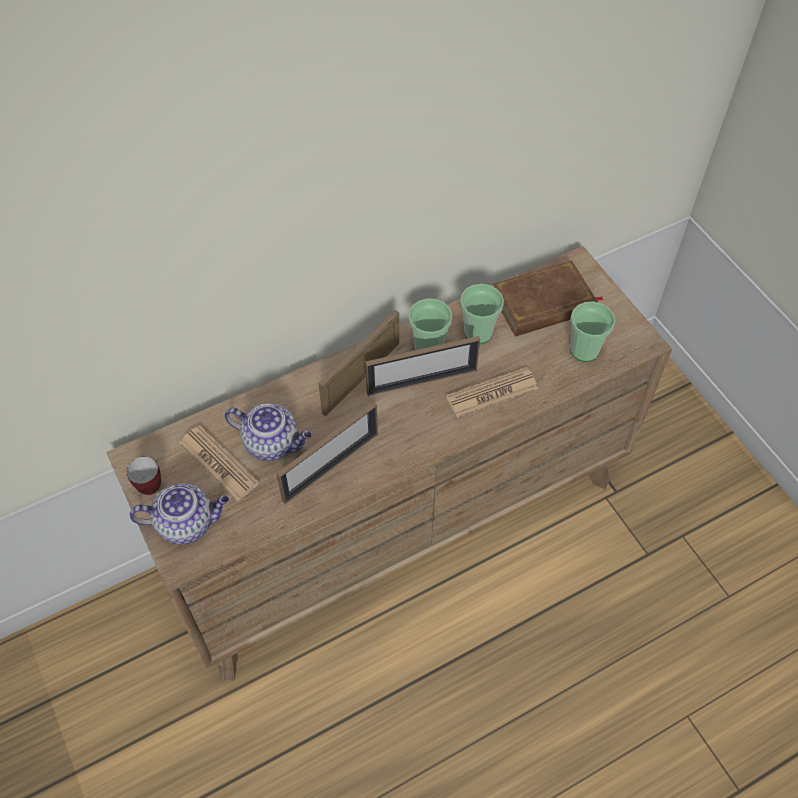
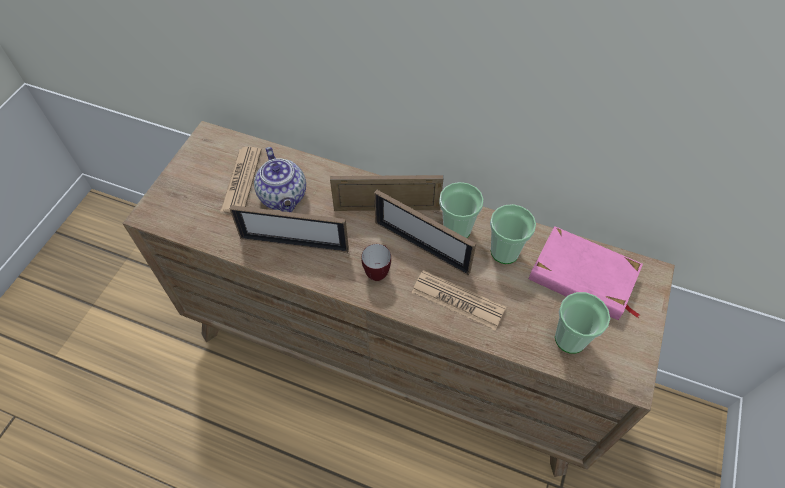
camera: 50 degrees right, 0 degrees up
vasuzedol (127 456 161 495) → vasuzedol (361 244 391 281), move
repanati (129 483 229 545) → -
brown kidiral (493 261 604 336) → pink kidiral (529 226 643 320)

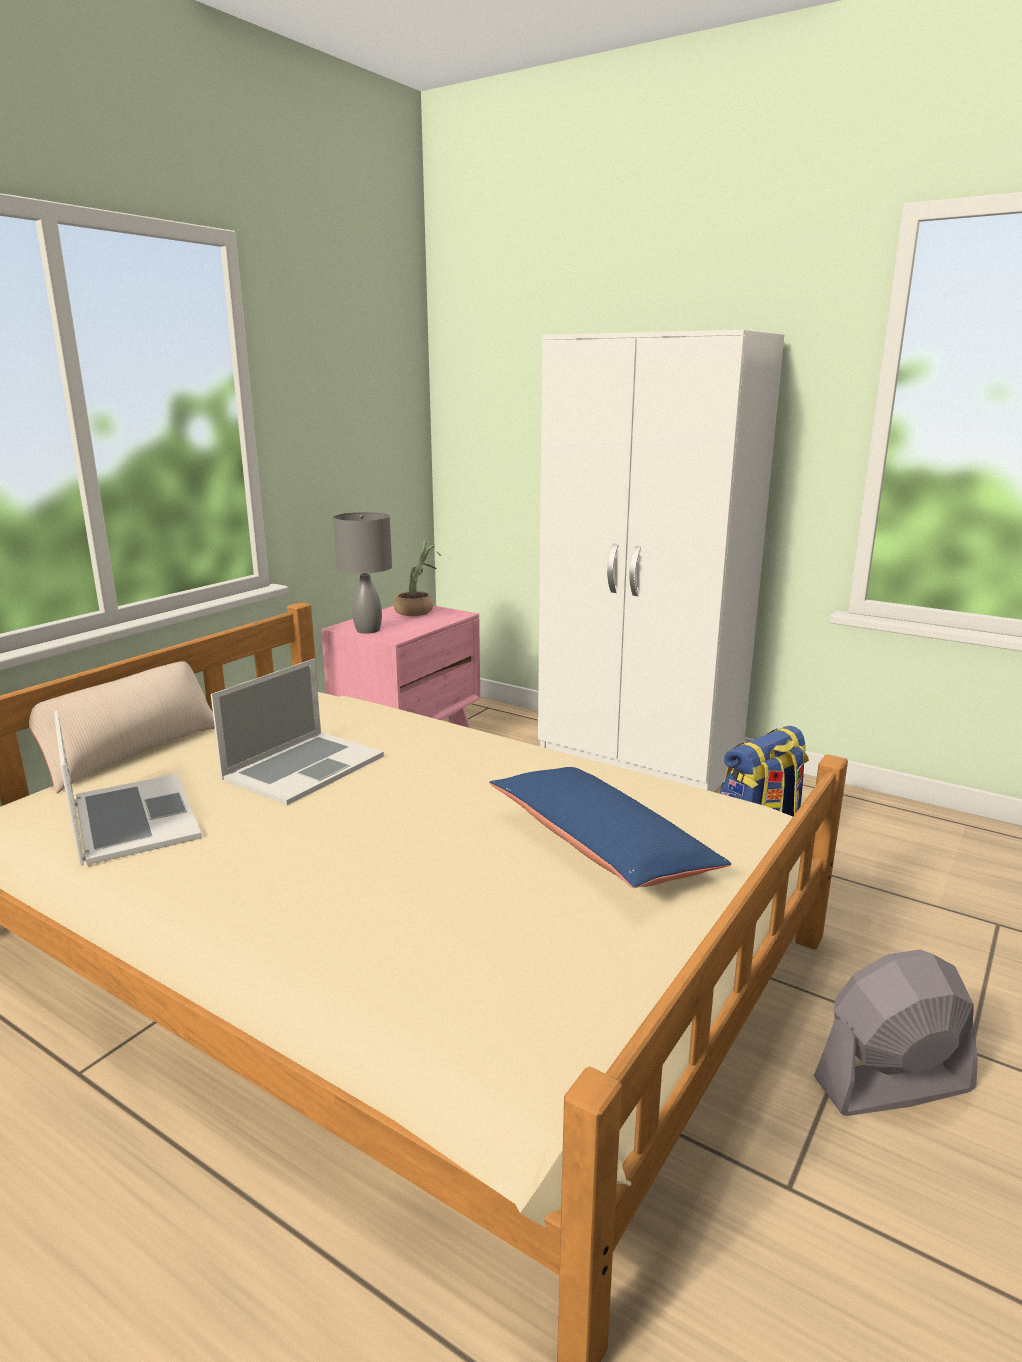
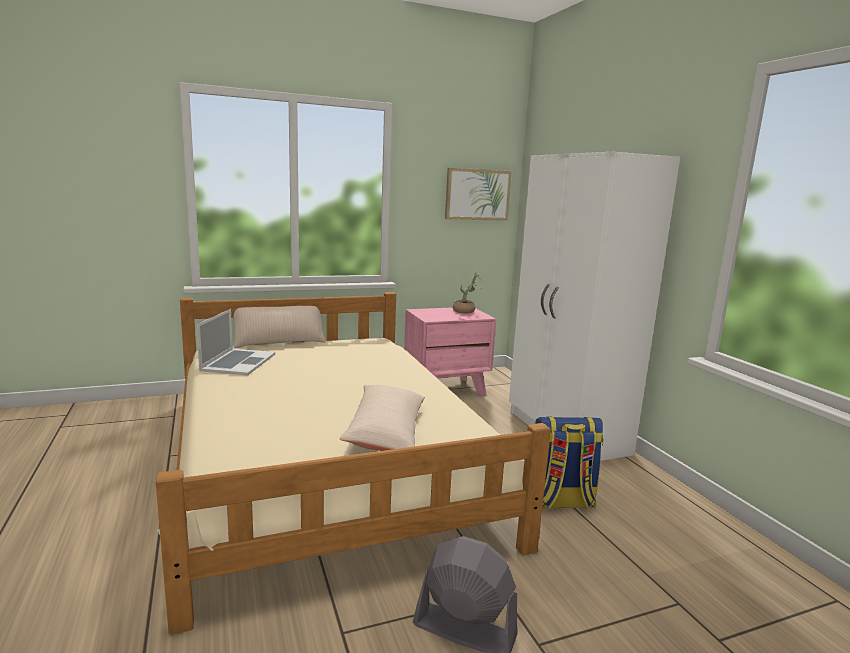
camera: 35 degrees right, 5 degrees down
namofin (211 658 384 805) → -
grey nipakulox (333 512 392 634) → -
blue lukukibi (489 767 731 888) → beige lukukibi (339 385 425 451)
- → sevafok (445 168 512 221)

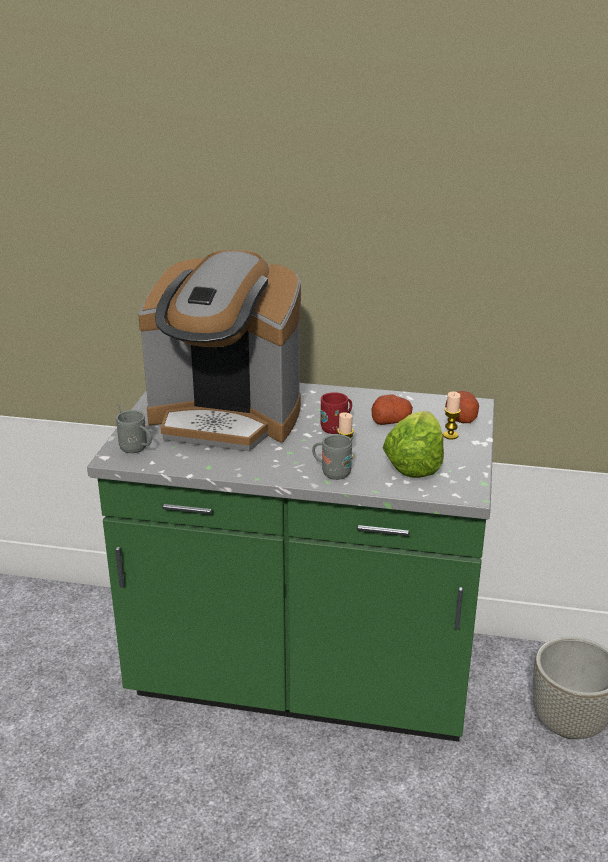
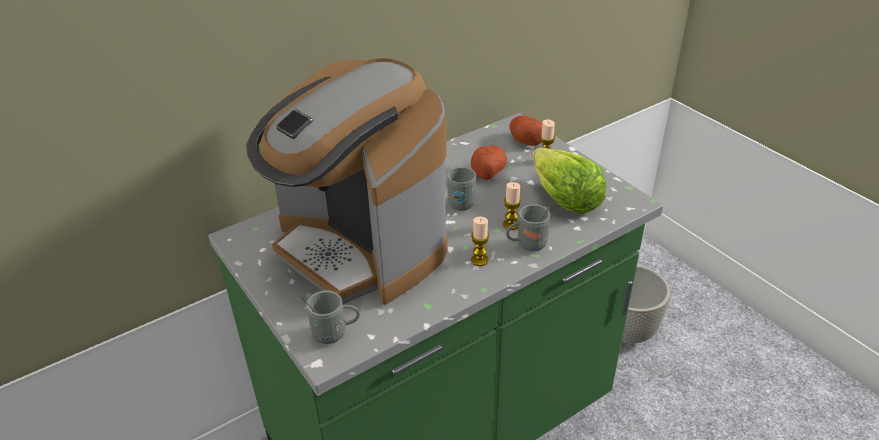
camera: 45 degrees left, 10 degrees up
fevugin (138 250 301 452) → fevugin (246 58 448 305), 75 degrees clockwise
red vasuzedol (321 392 352 434) → grey vasuzedol (447 167 476 211)
- → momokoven (471 217 489 266)

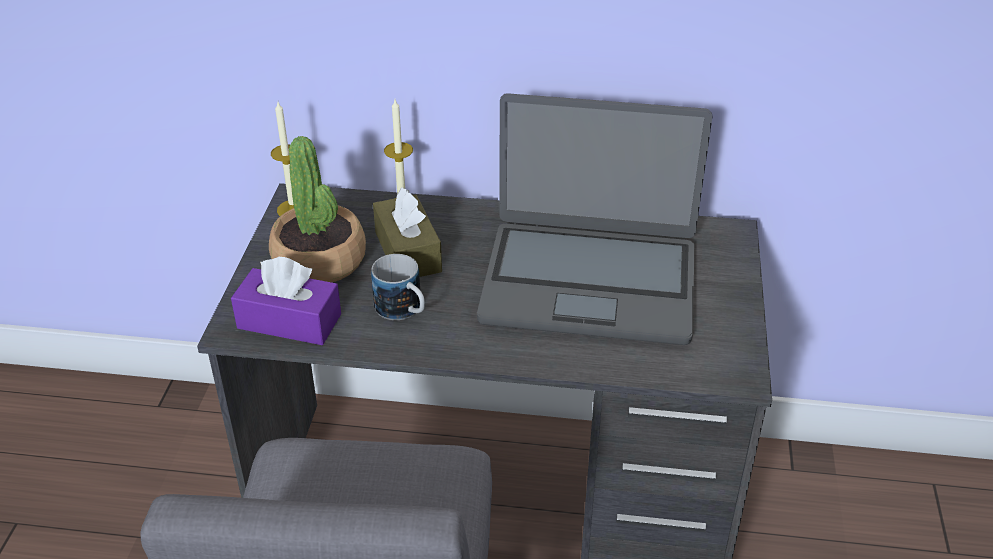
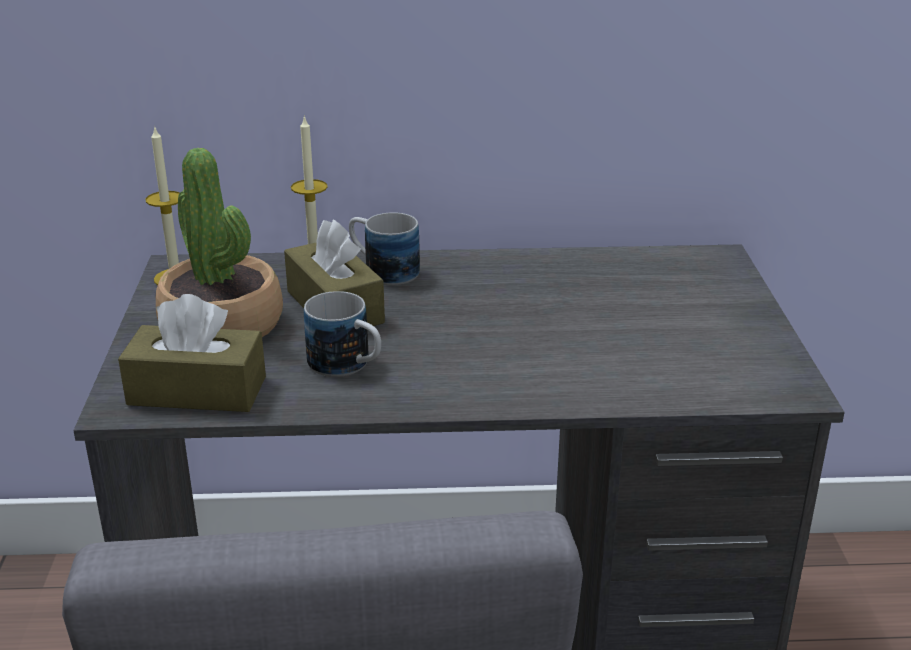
camera: 10 degrees left, 10 degrees down
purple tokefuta (231 257 341 345) → brown tokefuta (118 294 266 412)
namofin (477 93 712 345) → -
- → vasuzedol (349 212 420 285)

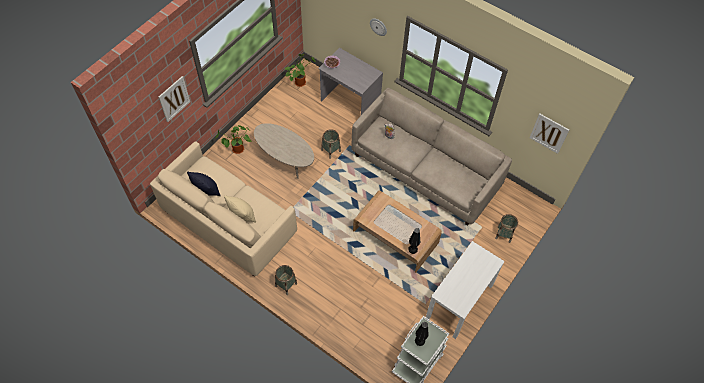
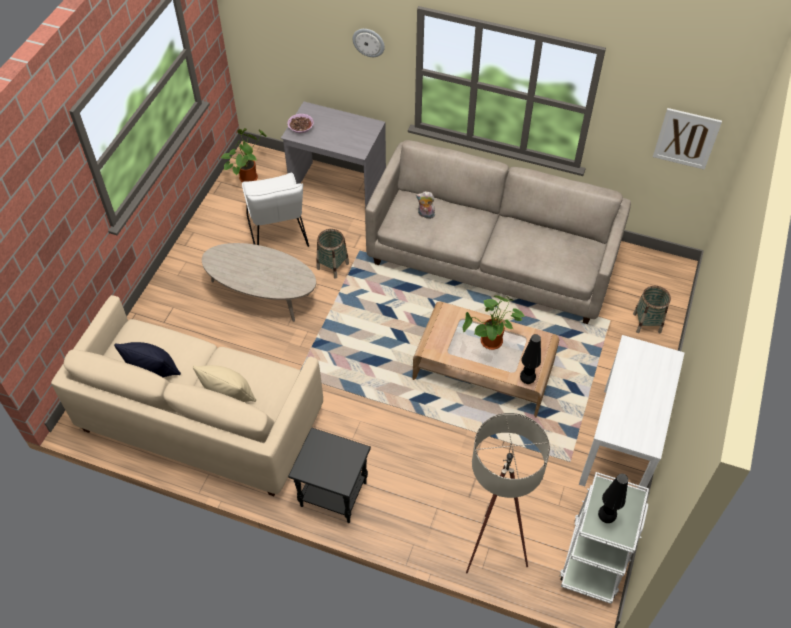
camera: 15 degrees left, 5 degrees down
sevafok (159 76 190 122) → -
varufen (215 125 252 154) → varufen (463 296 525 350), move
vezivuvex (275 265 297 295) → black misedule (288 427 371 523)
- → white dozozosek (242 173 309 247)
- → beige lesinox (466 413 550 573)

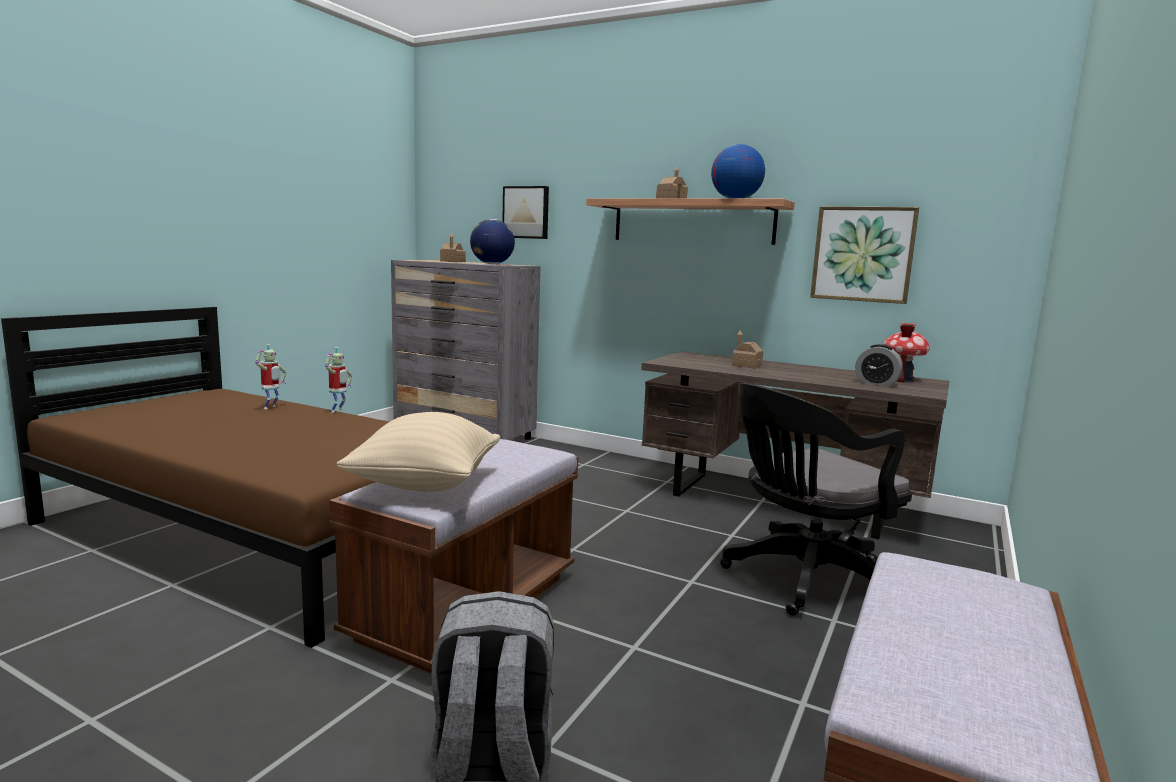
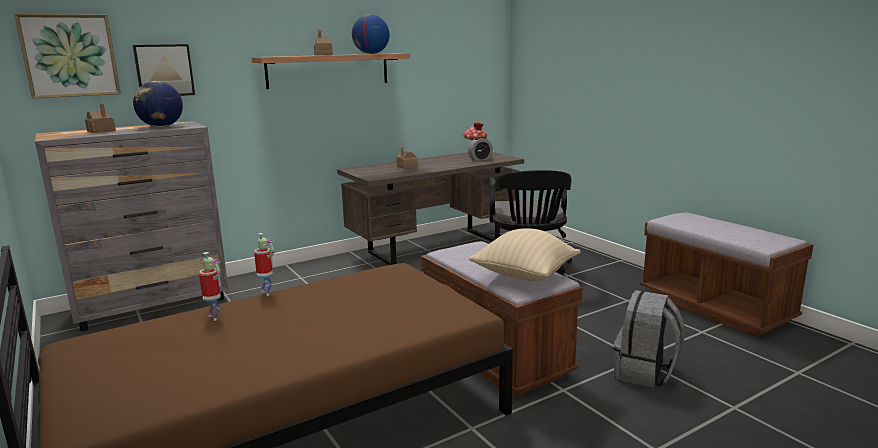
camera: 60 degrees left, 5 degrees up
sevafok (810 206 919 304) → sevafok (14 14 121 99), move

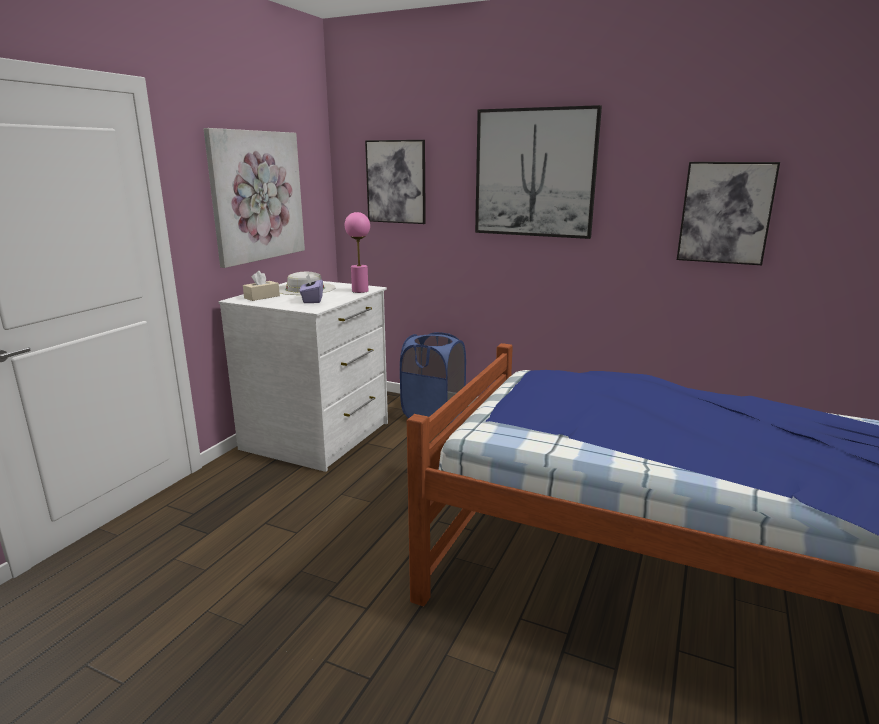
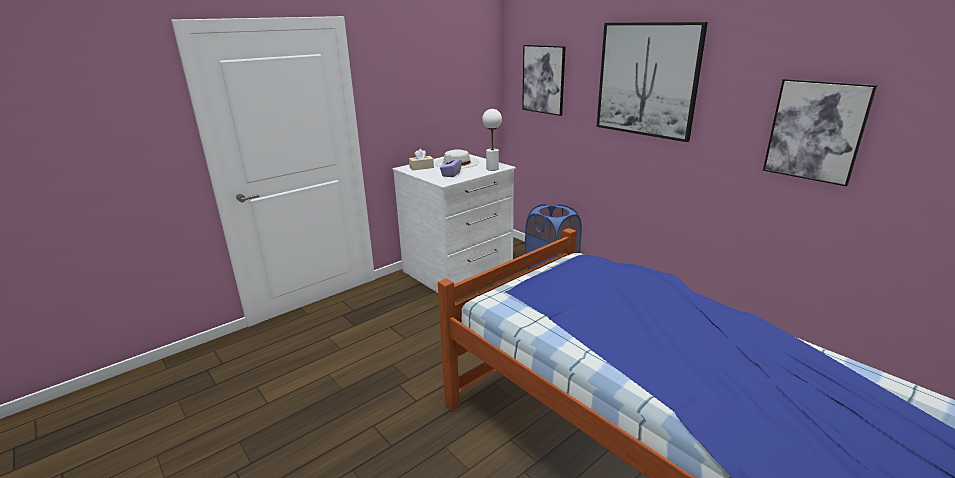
camera: 25 degrees right, 5 degrees up
sevafok (203 128 305 268) → -
pink nipakulox (345 212 370 293) → white nipakulox (482 109 502 171)

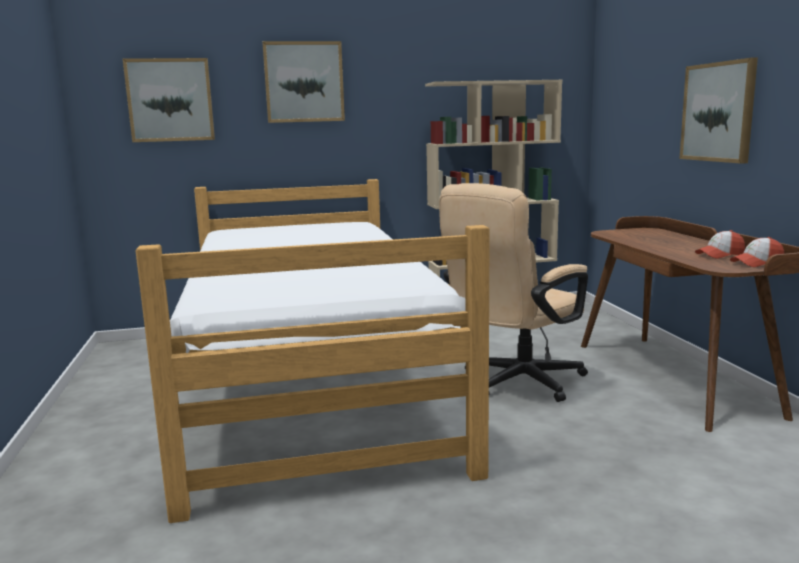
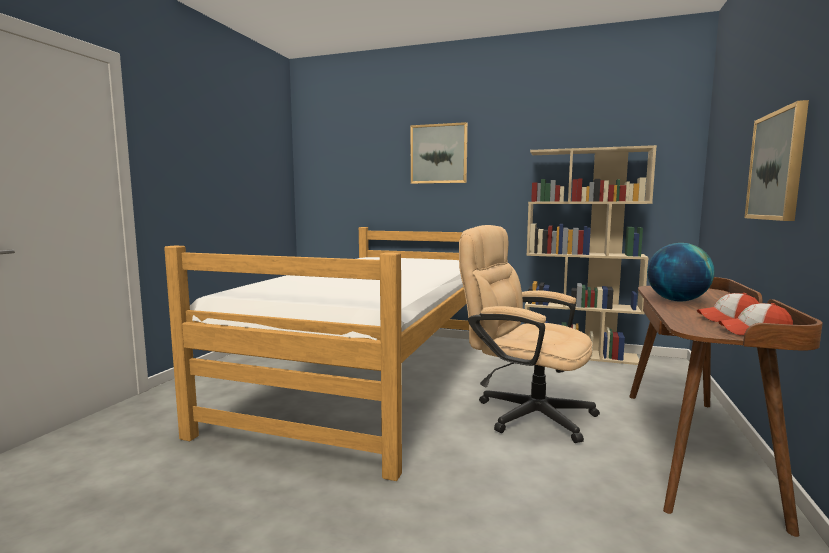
camera: 30 degrees right, 5 degrees down
sevafok (123 58 215 142) → -
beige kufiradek (439 183 588 402) → beige kufiradek (459 225 600 443), 45 degrees clockwise
- → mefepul (647 243 715 302)

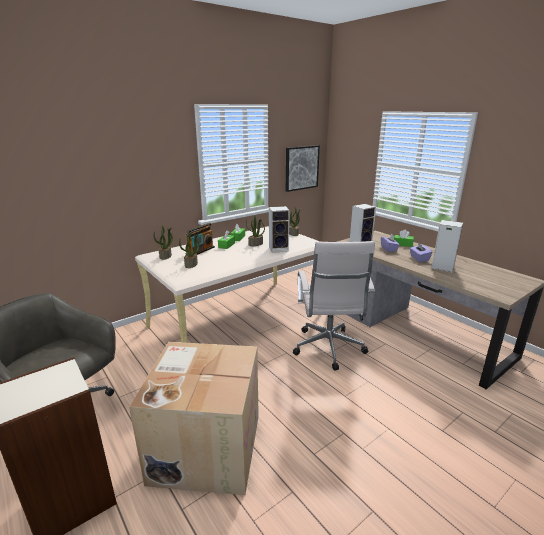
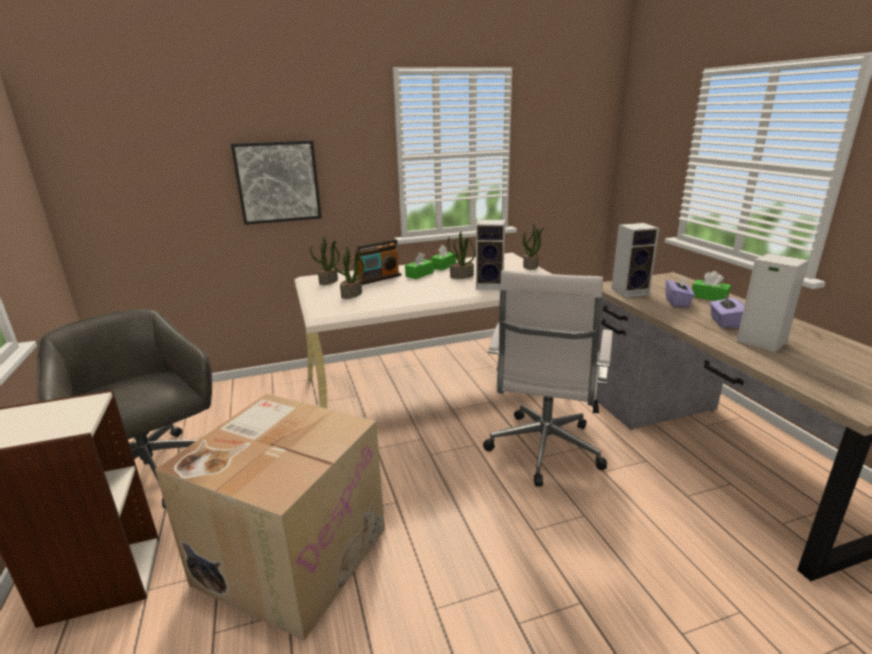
camera: 20 degrees right, 0 degrees up
sevafok (286 145 320 192) → sevafok (231 140 322 225), move

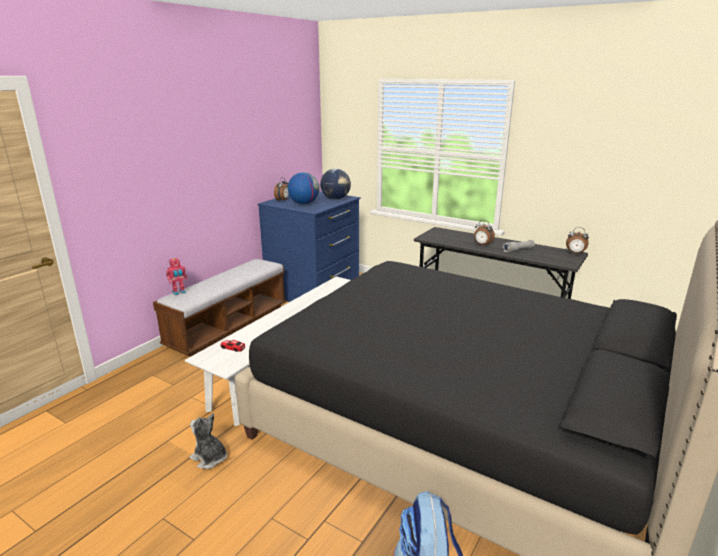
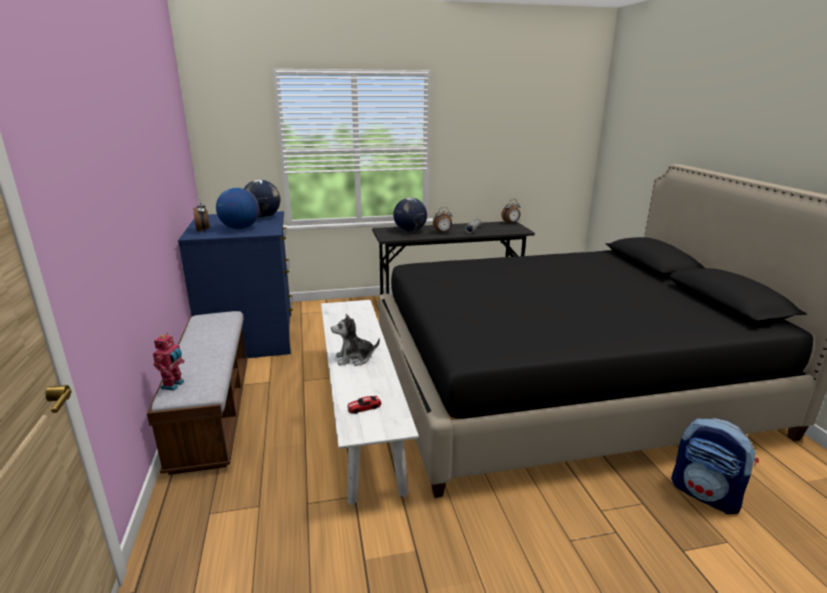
camera: 45 degrees left, 0 degrees up
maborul (190 413 227 469) → maborul (331 314 380 366), move
- → mefepul (393 198 427 232)

